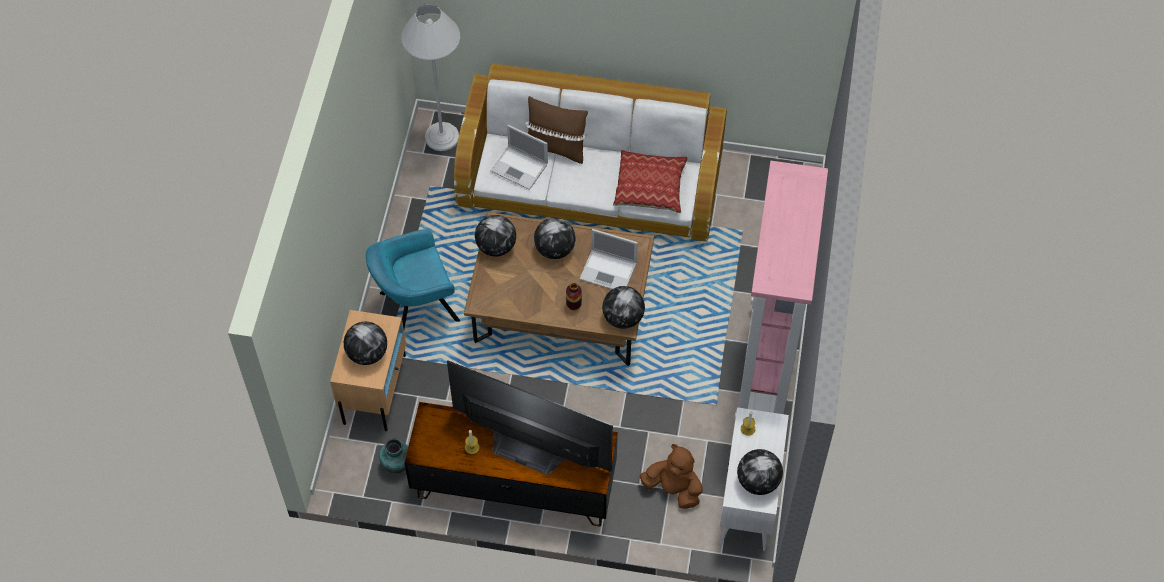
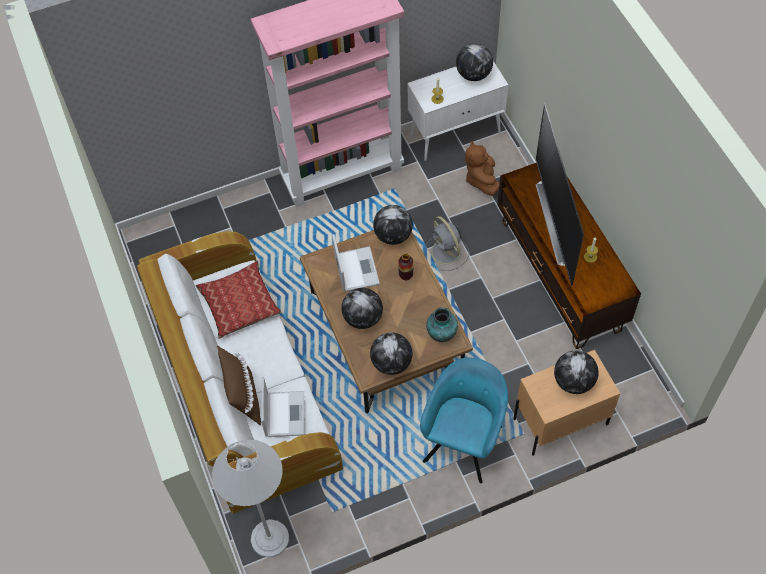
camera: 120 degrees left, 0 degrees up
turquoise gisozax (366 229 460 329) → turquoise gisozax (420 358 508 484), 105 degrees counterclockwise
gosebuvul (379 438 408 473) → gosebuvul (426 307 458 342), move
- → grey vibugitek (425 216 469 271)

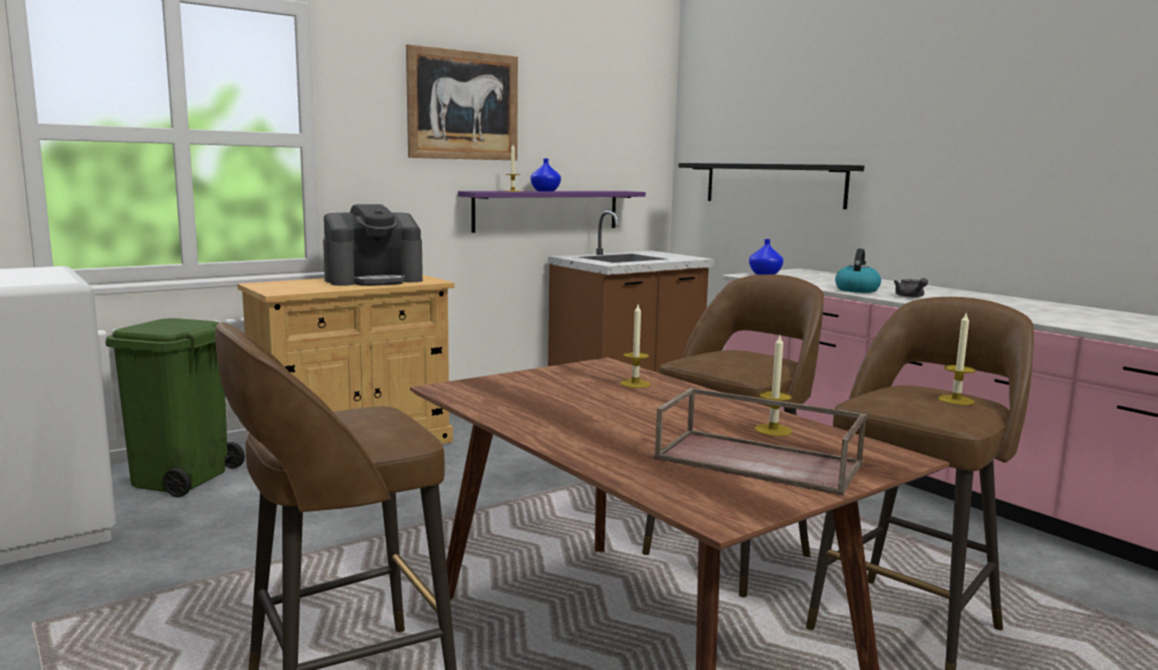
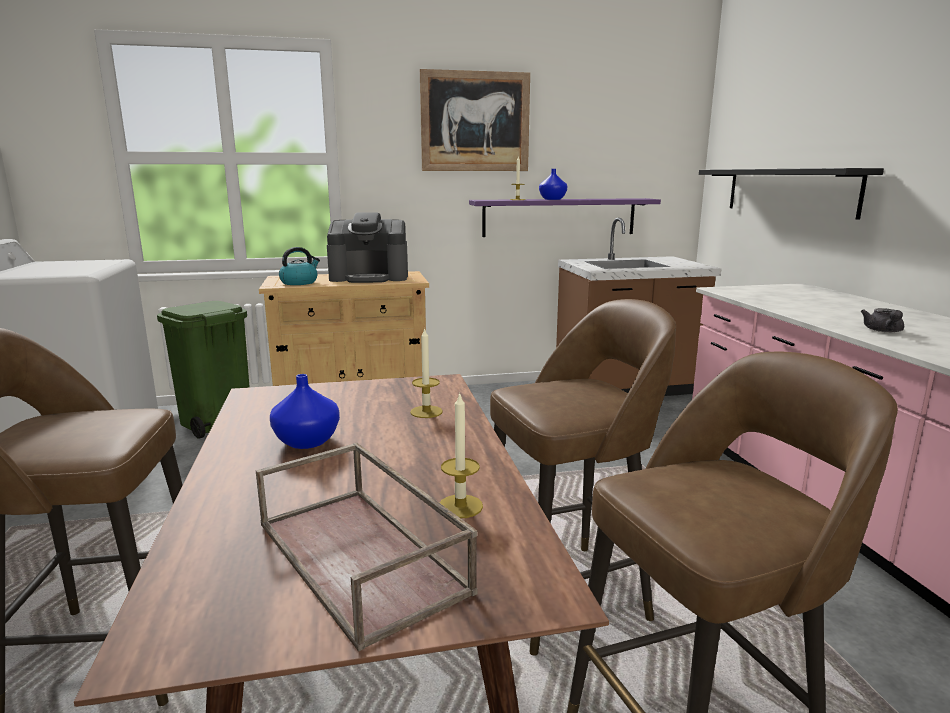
camera: 25 degrees right, 5 degrees up
blue gosebuvul (749 239 783 275) → blue gosebuvul (270 374 340 449), move
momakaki (835 249 881 293) → momakaki (279 247 320 285), move
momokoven (938 313 976 405) → -

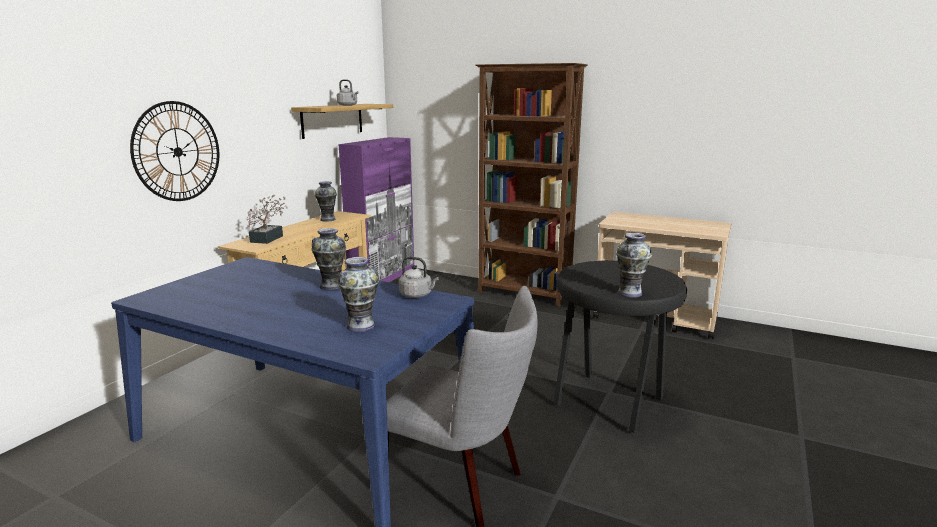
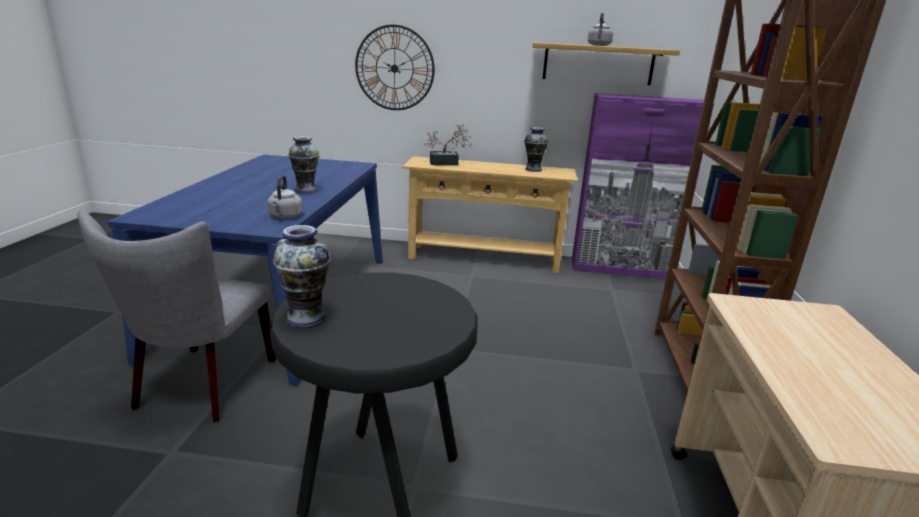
camera: 70 degrees right, 5 degrees up
gosebuvul (338 257 380 332) → -

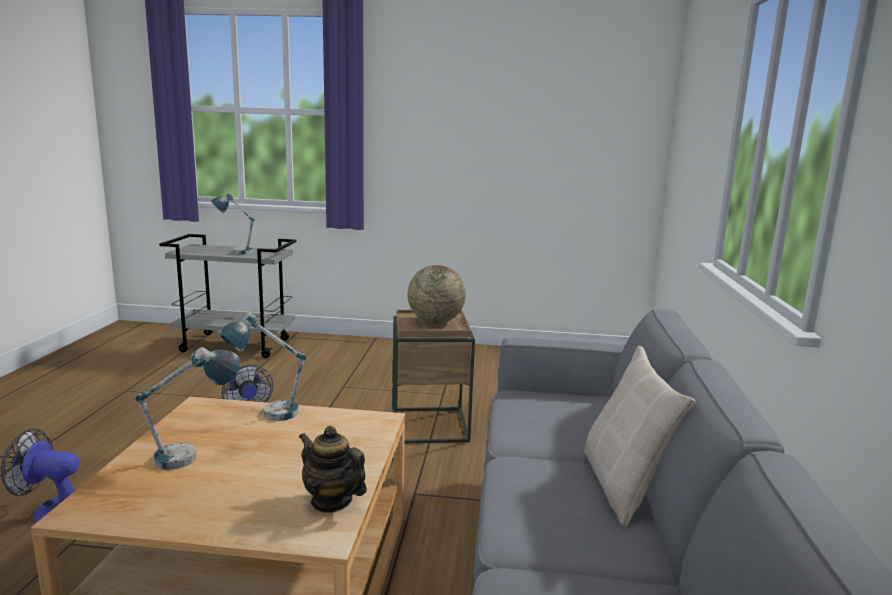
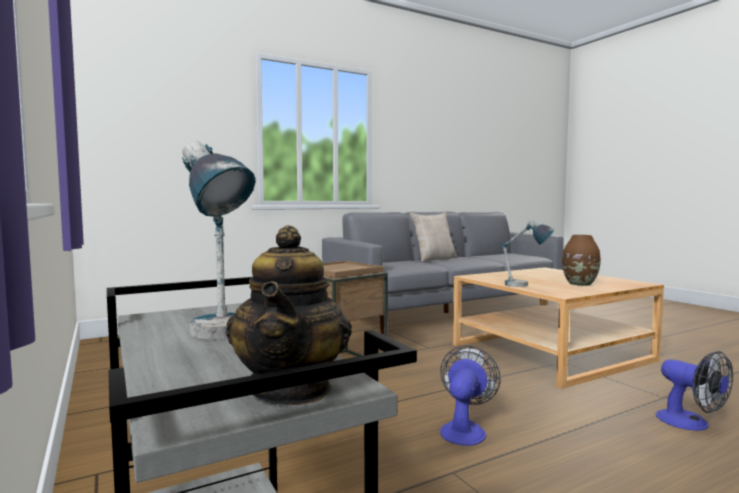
camera: 125 degrees left, 10 degrees down
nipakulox (136 347 240 470) → brown gosebuvul (562 235 600 286)
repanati (299 426 367 513) → repanati (226 225 352 405), move
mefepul (407 265 466 324) → -

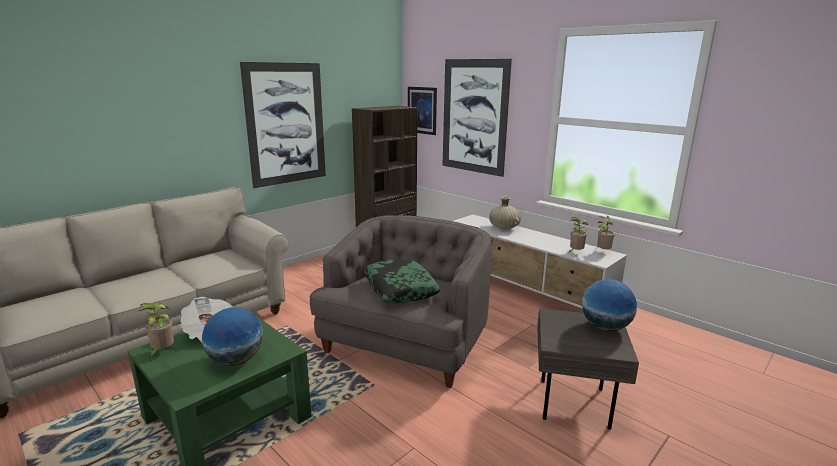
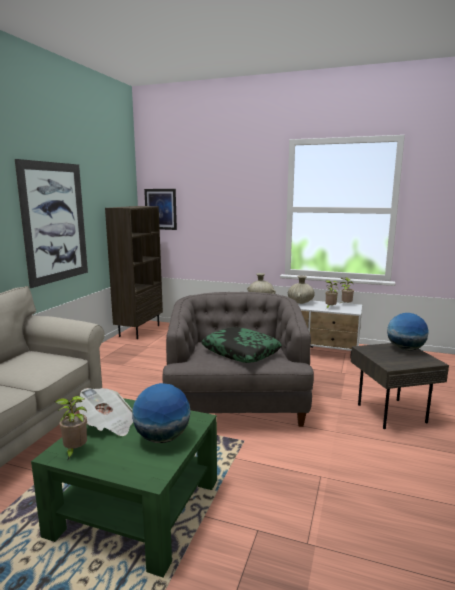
camera: 25 degrees left, 5 degrees down
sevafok (443 59 512 177) → -
- → beige gosebuvul (288 276 315 304)

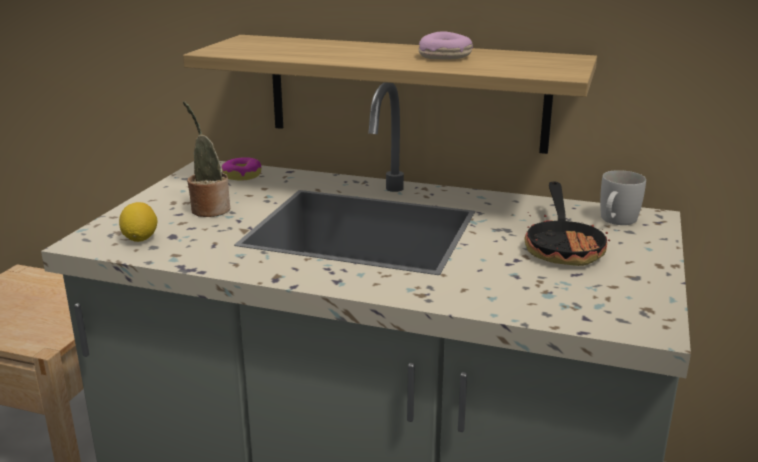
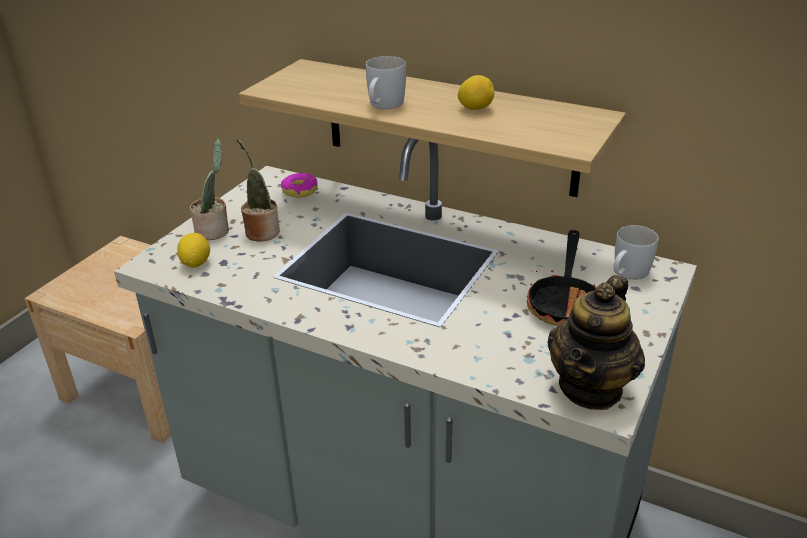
camera: 10 degrees right, 10 degrees up
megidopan (418 31 473 59) → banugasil (458 75 494 110)
- → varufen (190 138 229 240)
- → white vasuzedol (366 56 406 109)
- → repanati (547 275 645 410)

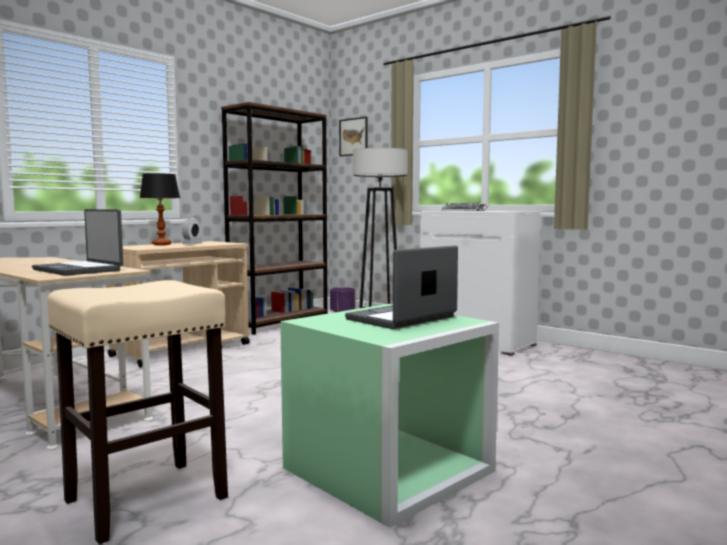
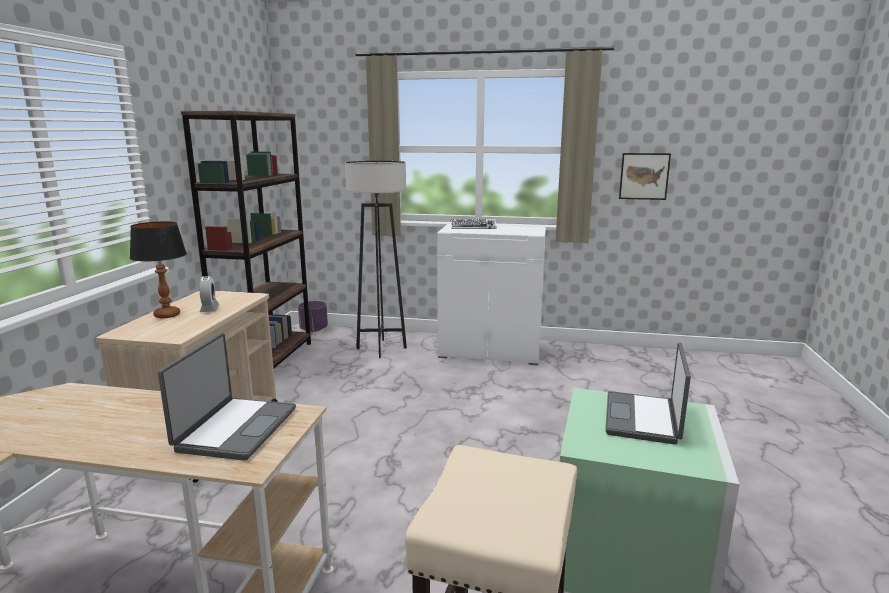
camera: 30 degrees left, 10 degrees up
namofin (32 209 123 276) → namofin (158 333 296 461), 90 degrees counterclockwise
sevafok (339 117 367 156) → sevafok (619 153 671 200), move

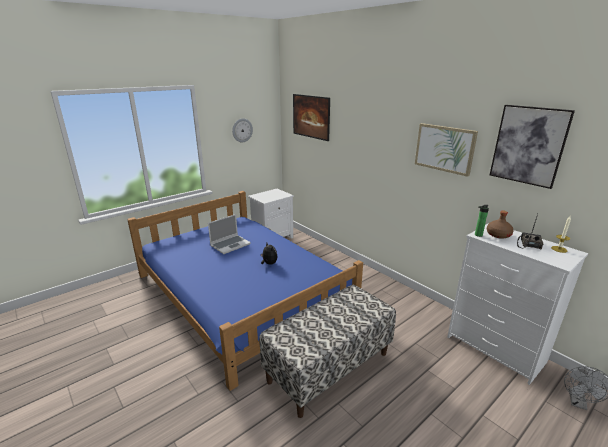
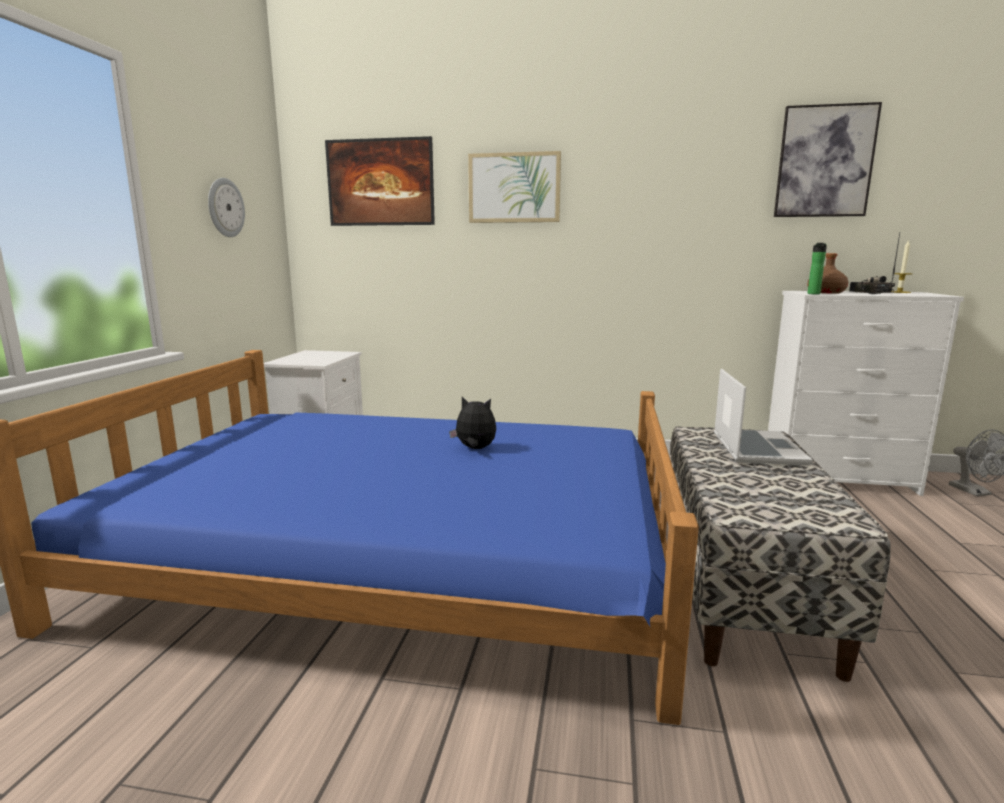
camera: 40 degrees left, 10 degrees down
namofin (208 214 251 254) → namofin (714 369 813 465), move
sevafok (415 123 478 177) → sevafok (468 151 561 223), move

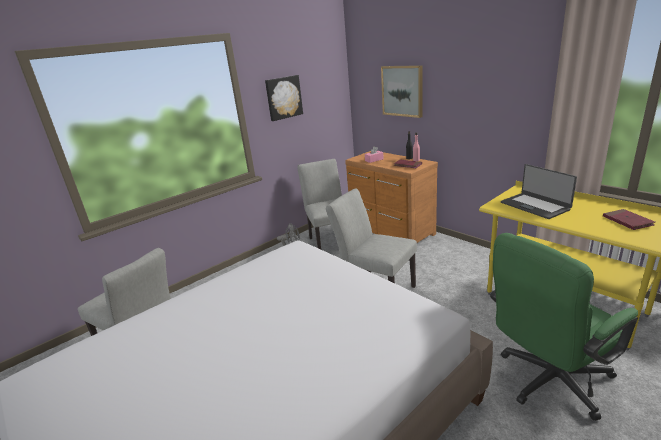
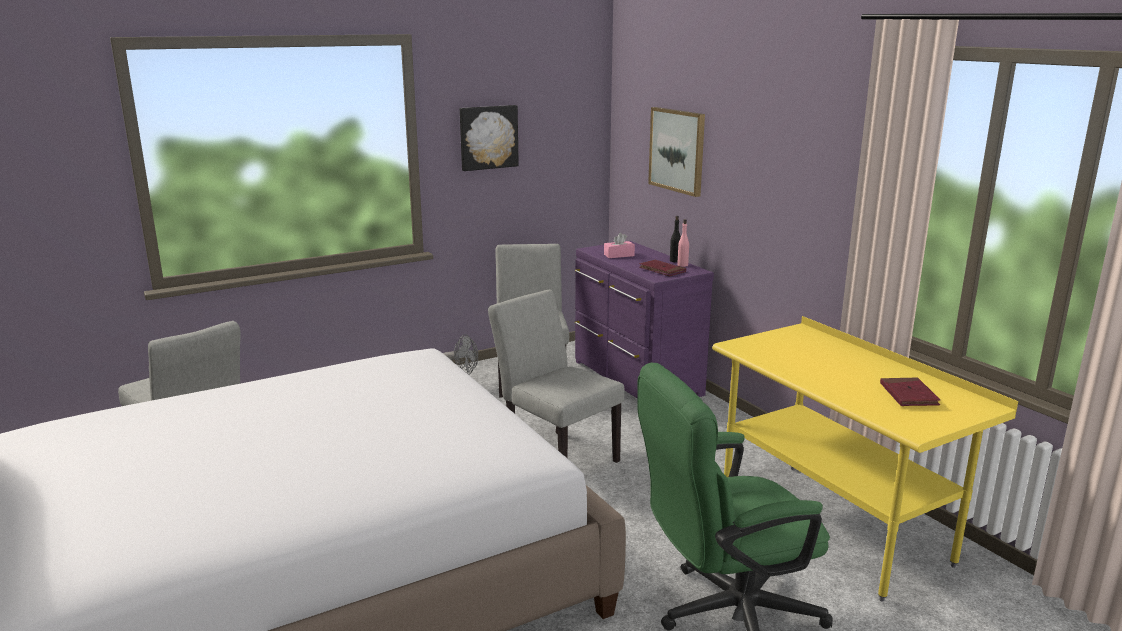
camera: 10 degrees right, 5 degrees down
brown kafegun (345 151 438 243) → purple kafegun (575 241 714 398)
namofin (501 164 577 219) → -

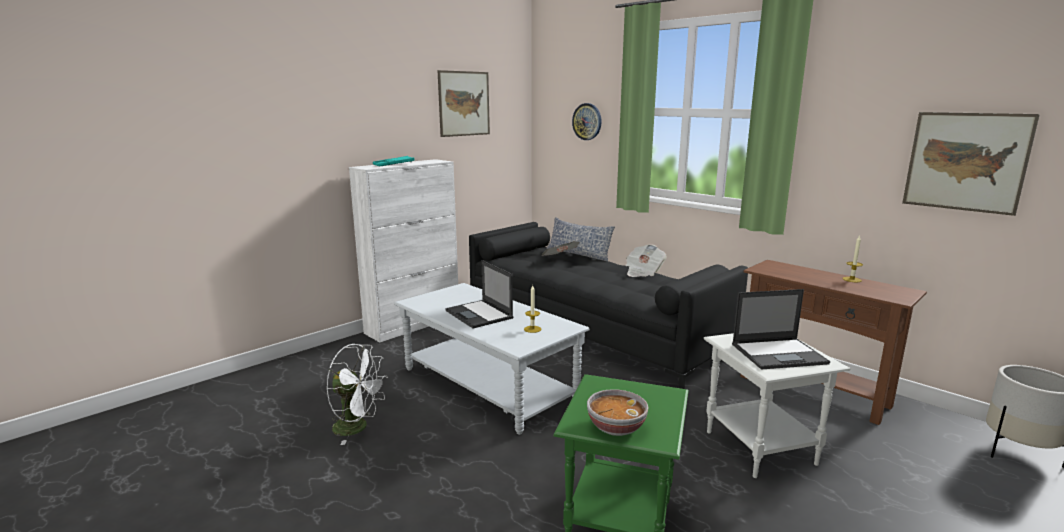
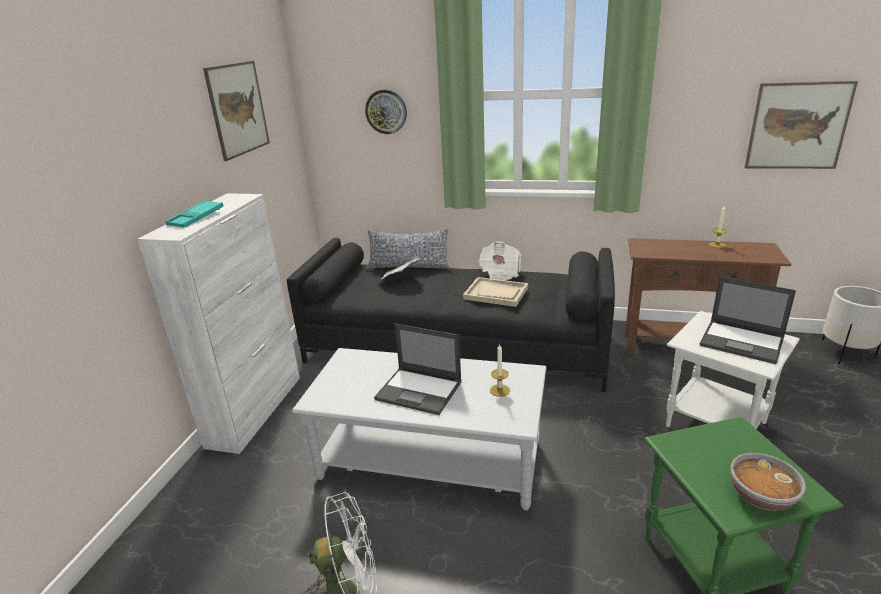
camera: 30 degrees left, 10 degrees up
namofin (732 289 830 370) → namofin (700 276 796 364), 75 degrees clockwise
- → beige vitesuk (463 277 528 307)

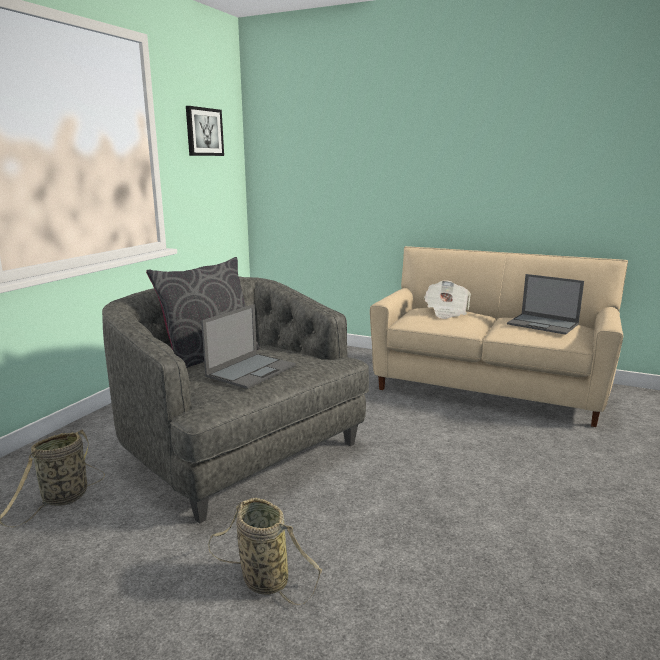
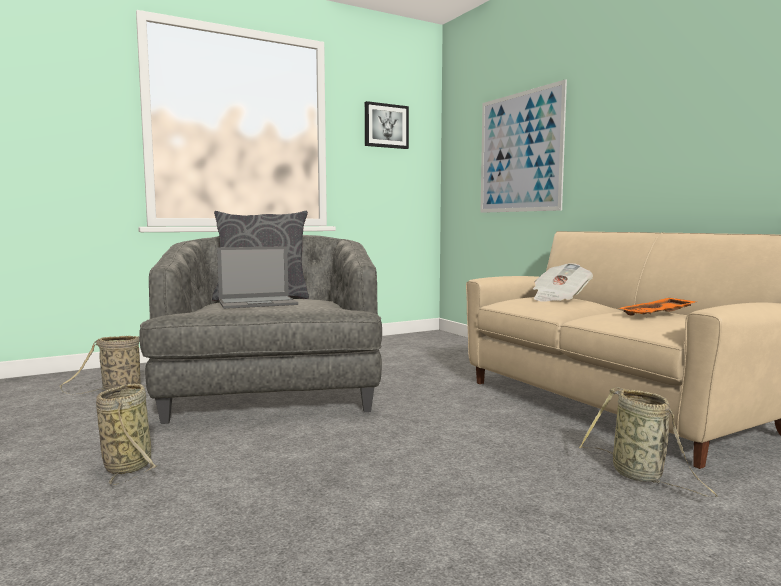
camera: 35 degrees right, 10 degrees down
namofin (507 274 584 335) → orange vitesuk (619 298 696 316)
- → sevafok (480 79 567 213)
- → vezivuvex (579 387 718 497)

